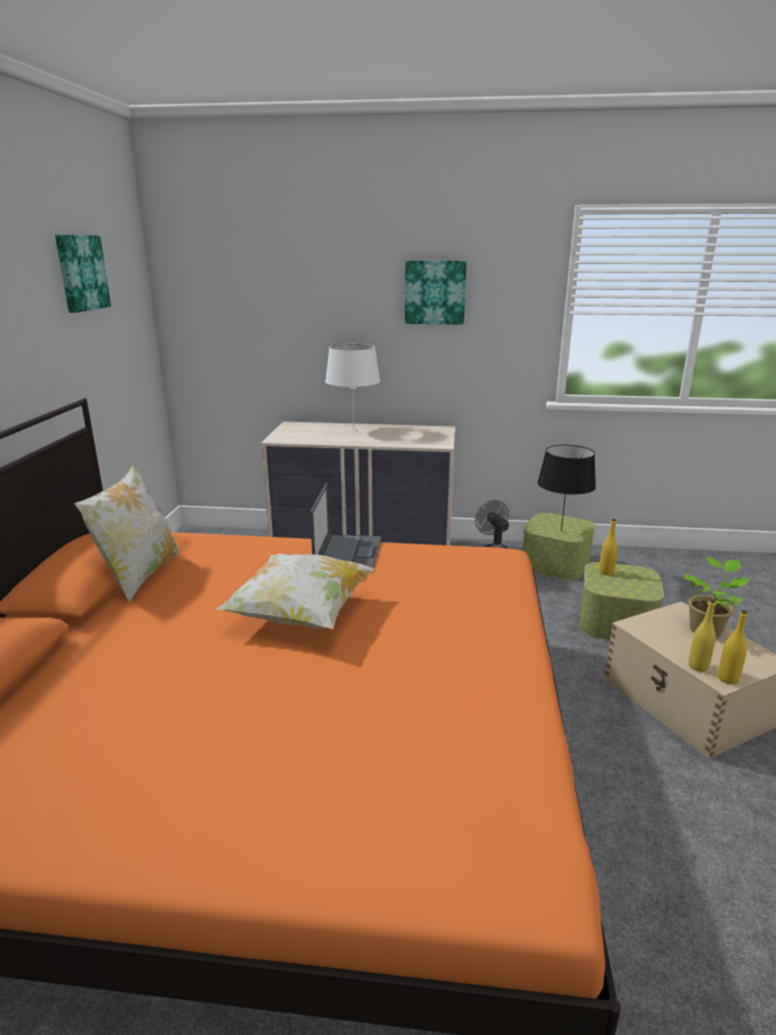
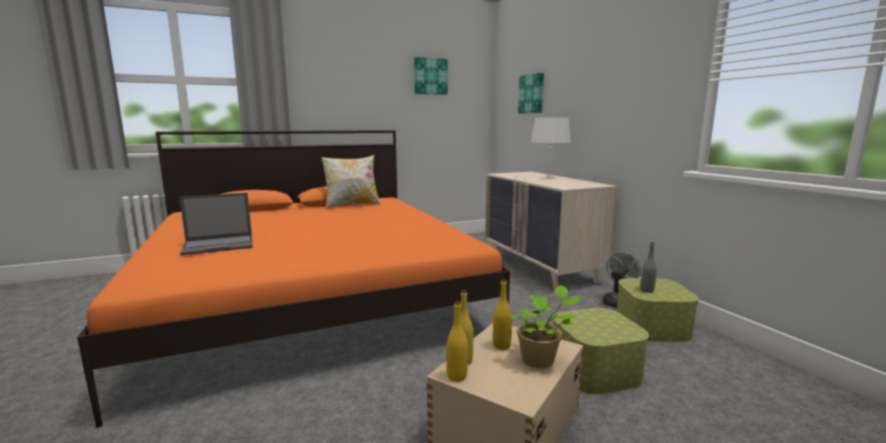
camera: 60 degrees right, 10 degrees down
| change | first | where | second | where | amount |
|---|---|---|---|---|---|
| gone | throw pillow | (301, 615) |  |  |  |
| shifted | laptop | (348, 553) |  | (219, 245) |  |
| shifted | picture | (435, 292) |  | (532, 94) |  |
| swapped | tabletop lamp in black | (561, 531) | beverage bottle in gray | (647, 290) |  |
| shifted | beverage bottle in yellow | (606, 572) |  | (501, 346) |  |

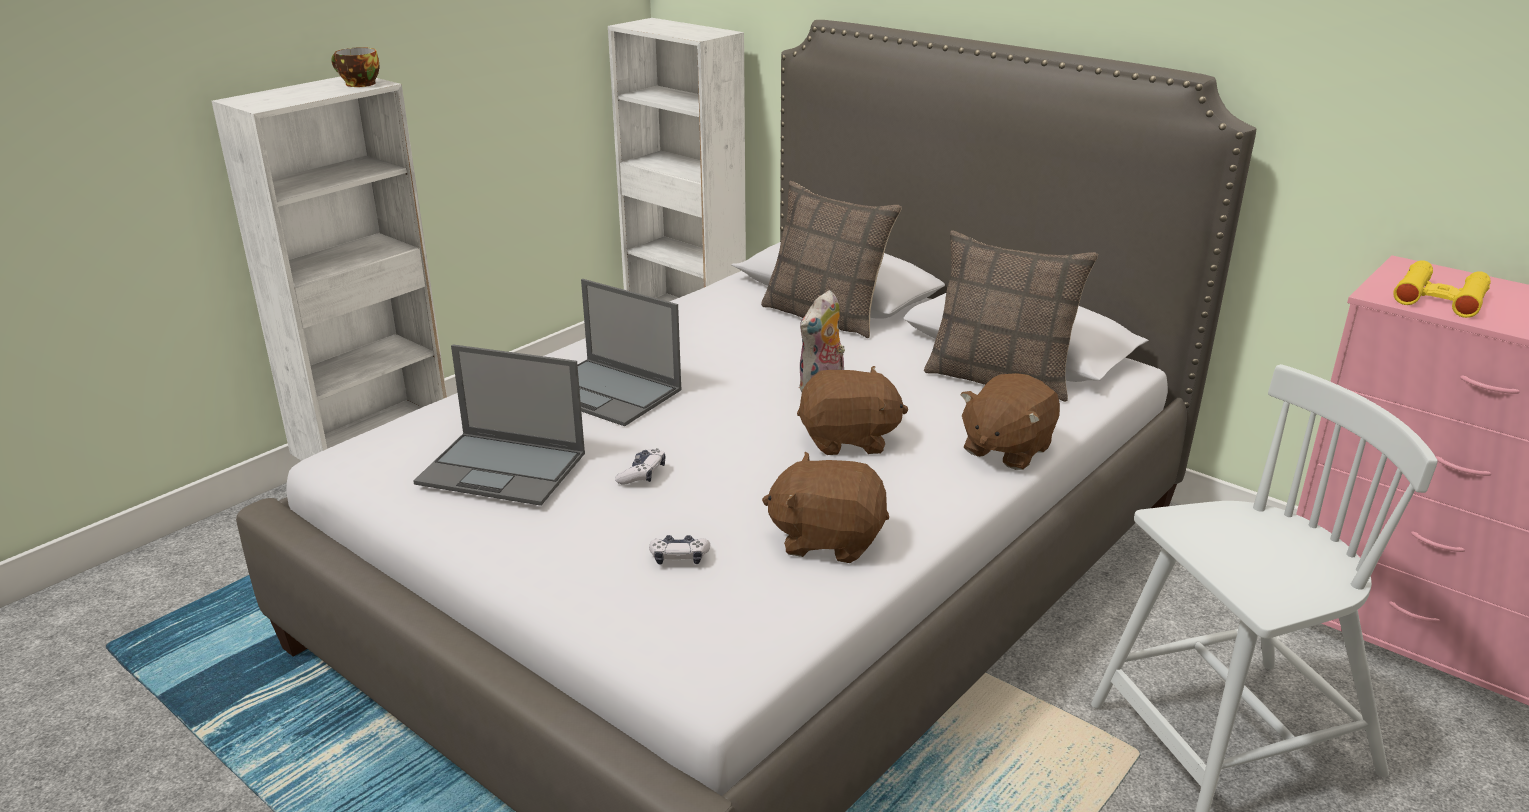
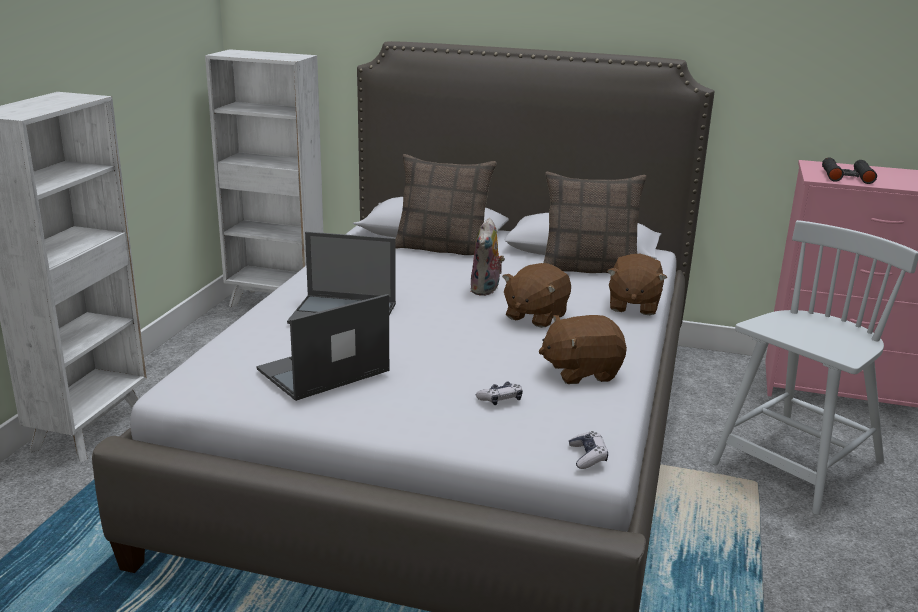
camera: 25 degrees left, 5 degrees down
| change | first | where | second | where | amount |
|---|---|---|---|---|---|
| gone | cup | (358, 84) |  |  |  |
| rotated | laptop | (504, 468) |  | (322, 371) | 150 degrees clockwise |
| shifted | joypad | (642, 474) |  | (588, 456) |  |
| rotated | soft toy in brown | (848, 440) |  | (535, 316) | 150 degrees clockwise |
| repainted | pair of binoculars in yellow | (1439, 298) | pair of binoculars in black | (846, 176) |  |

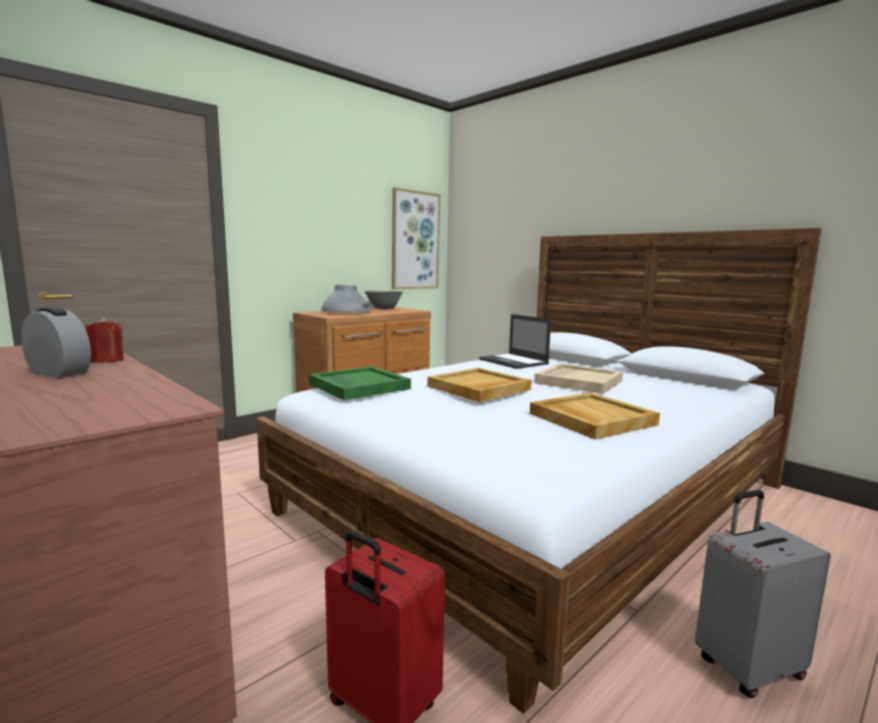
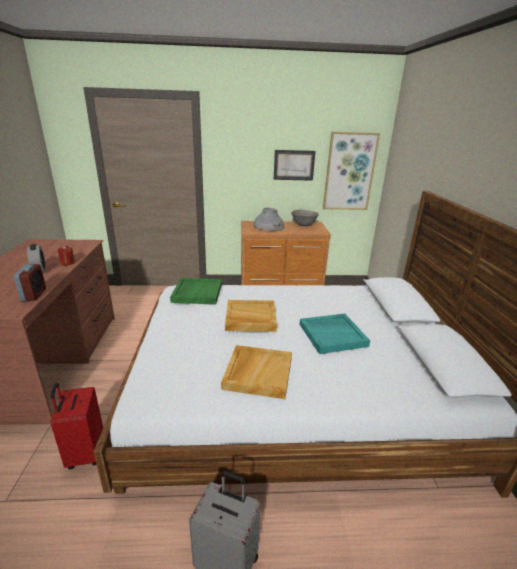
camera: 40 degrees right, 15 degrees up
| change | first | where | second | where | amount |
|---|---|---|---|---|---|
| gone | laptop | (514, 362) |  |  |  |
| repainted | tray in sand-coloured | (578, 381) | tray in turquoise | (333, 334) |  |
| new |  |  | bedside clock | (34, 295) |  |
| new |  |  | picture | (294, 165) |  |

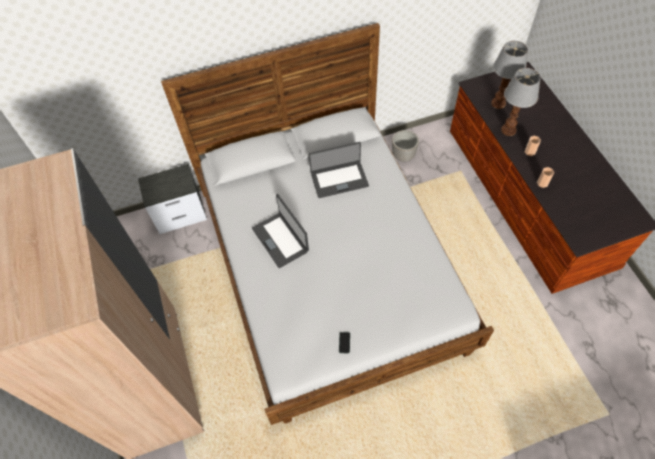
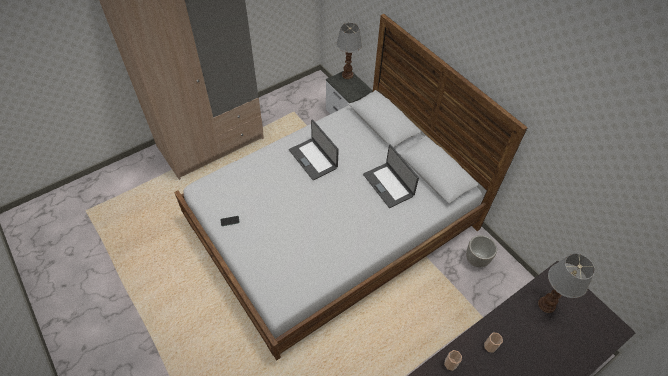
camera: 70 degrees right, 5 degrees down
| change | first | where | second | where | amount |
|---|---|---|---|---|---|
| rotated | laptop | (281, 239) |  | (313, 159) | 75 degrees counterclockwise |
| shifted | tabletop lamp | (509, 130) |  | (347, 75) |  |

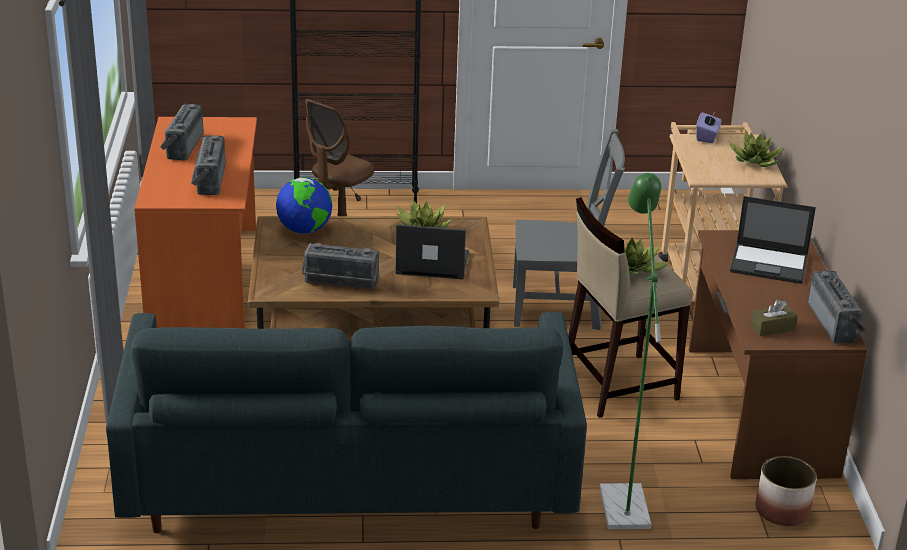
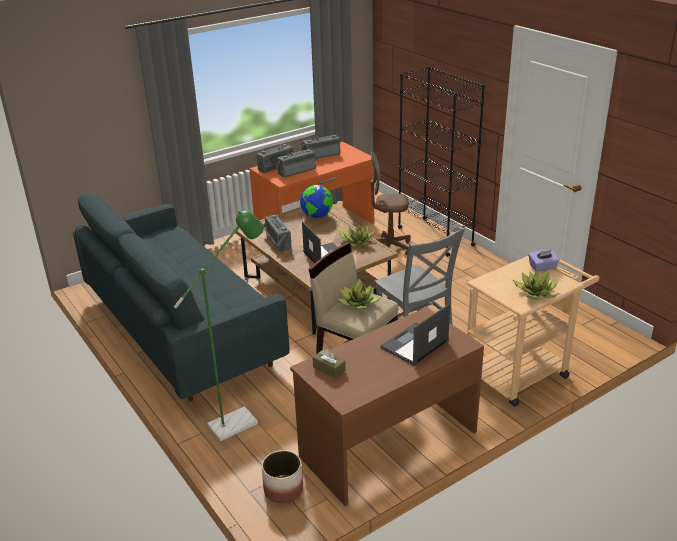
camera: 60 degrees right, 0 degrees up
| change | first | where | second | where | amount |
|---|---|---|---|---|---|
| rotated | laptop | (770, 264) |  | (414, 345) | 60 degrees clockwise |
| shifted | radio set | (835, 323) |  | (277, 167) |  |

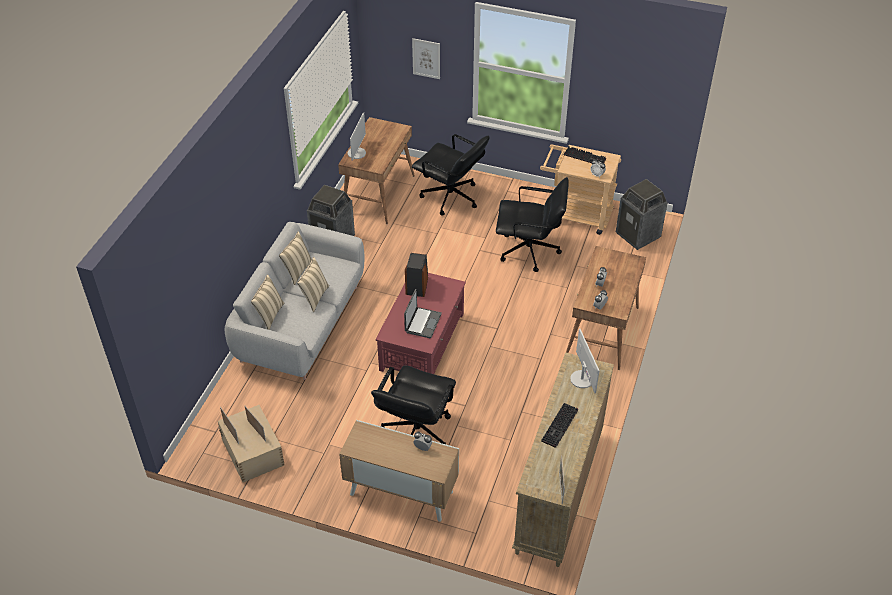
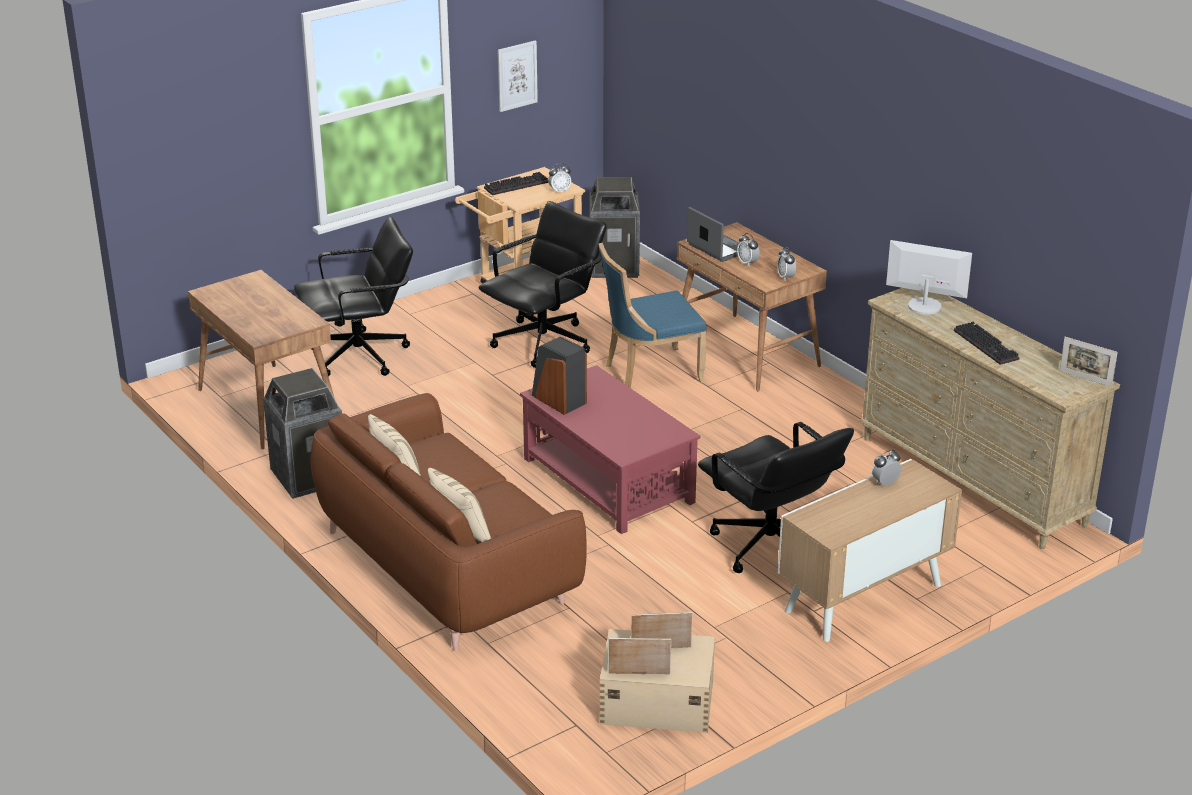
camera: 55 degrees left, 15 degrees down
| change | first | where | second | where | amount |
|---|---|---|---|---|---|
| repainted | sofa in gray | (301, 324) | sofa in brown | (446, 566) |  |
| gone | throw pillow in sand-coloured | (314, 297) |  |  |  |
| gone | monitor | (357, 153) |  |  |  |
| shifted | laptop | (422, 323) |  | (717, 248) |  |
| shifted | picture | (426, 58) |  | (517, 76) |  |
| new |  |  | chair in blue | (649, 372) |  |

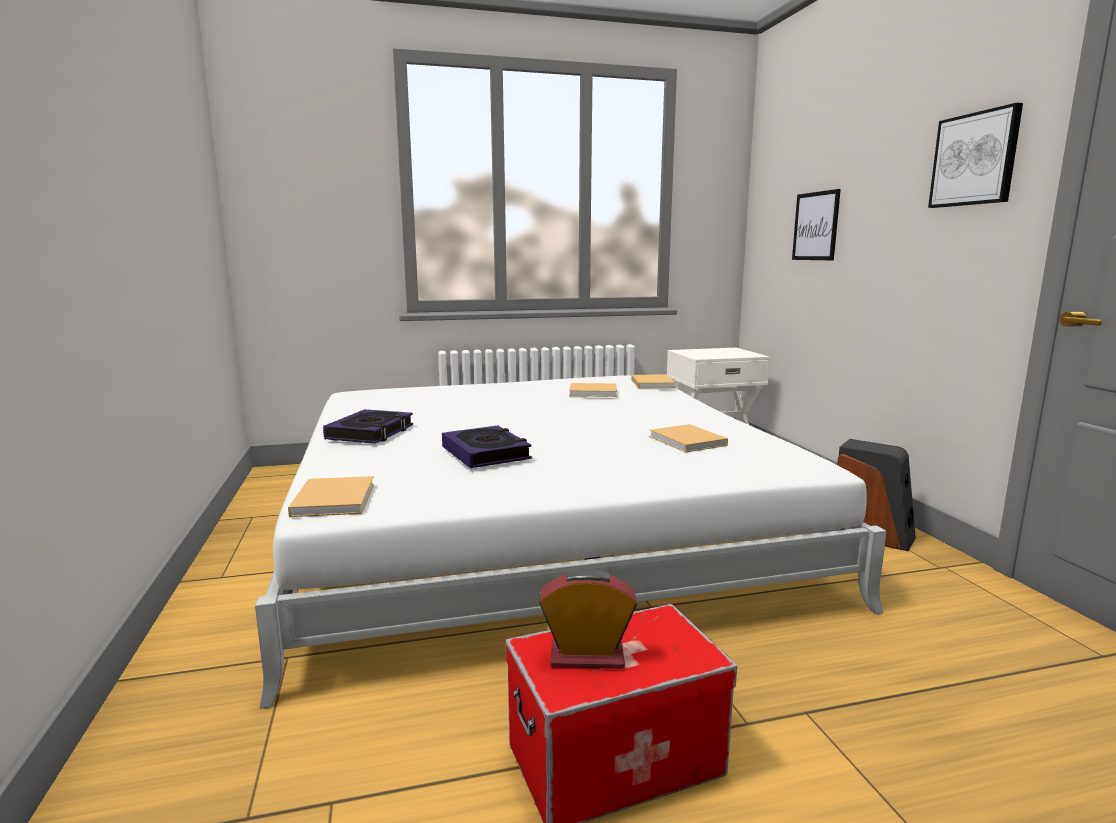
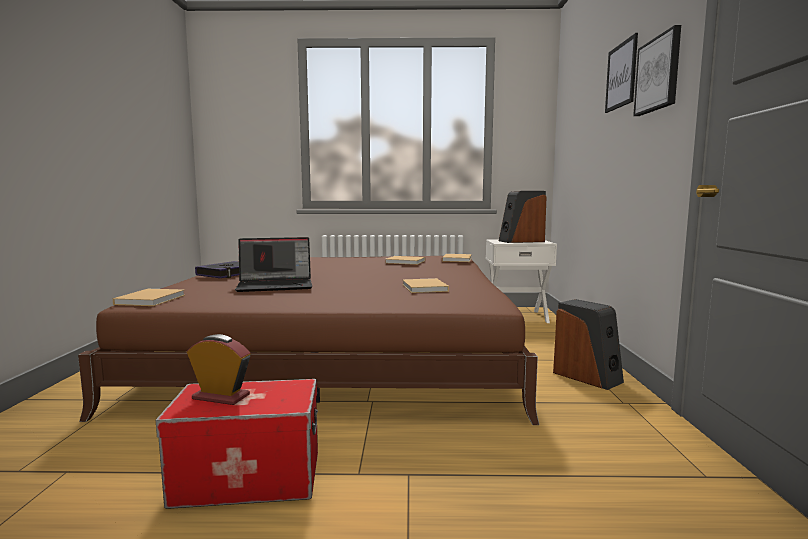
camera: 15 degrees right, 5 degrees down
| change | first | where | second | where | amount |
|---|---|---|---|---|---|
| repainted | sleeping bed in white-coloured | (535, 524) | sleeping bed in brown | (341, 348) |  |
| swapped | volume | (486, 453) | laptop | (276, 285) |  |
| shifted | picture | (815, 226) |  | (621, 75) |  |
| new |  |  | speaker | (521, 241) |  |

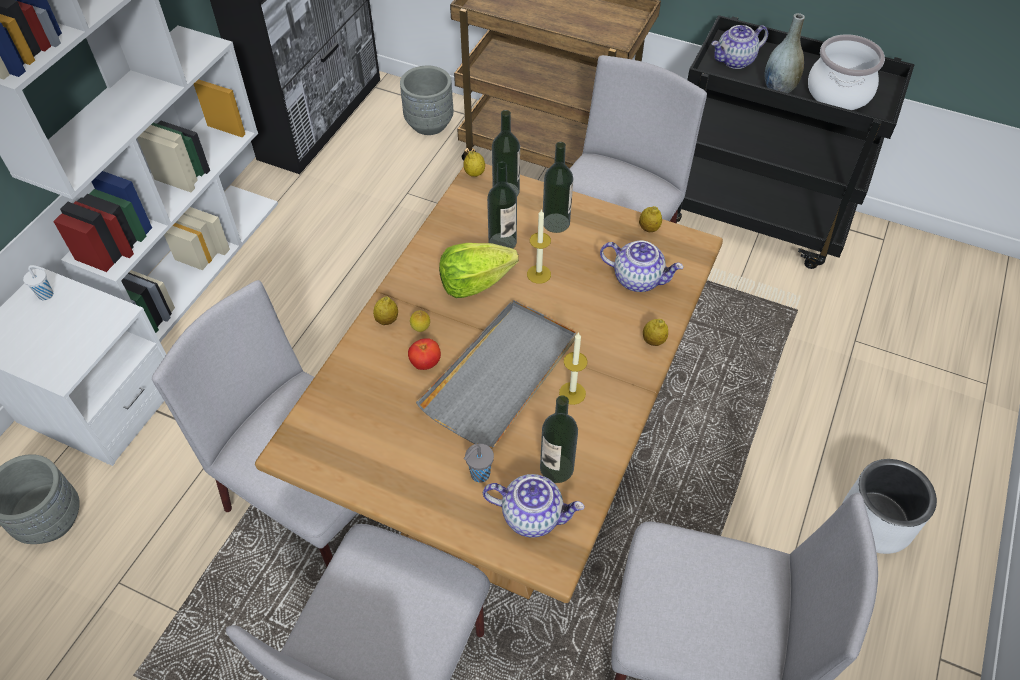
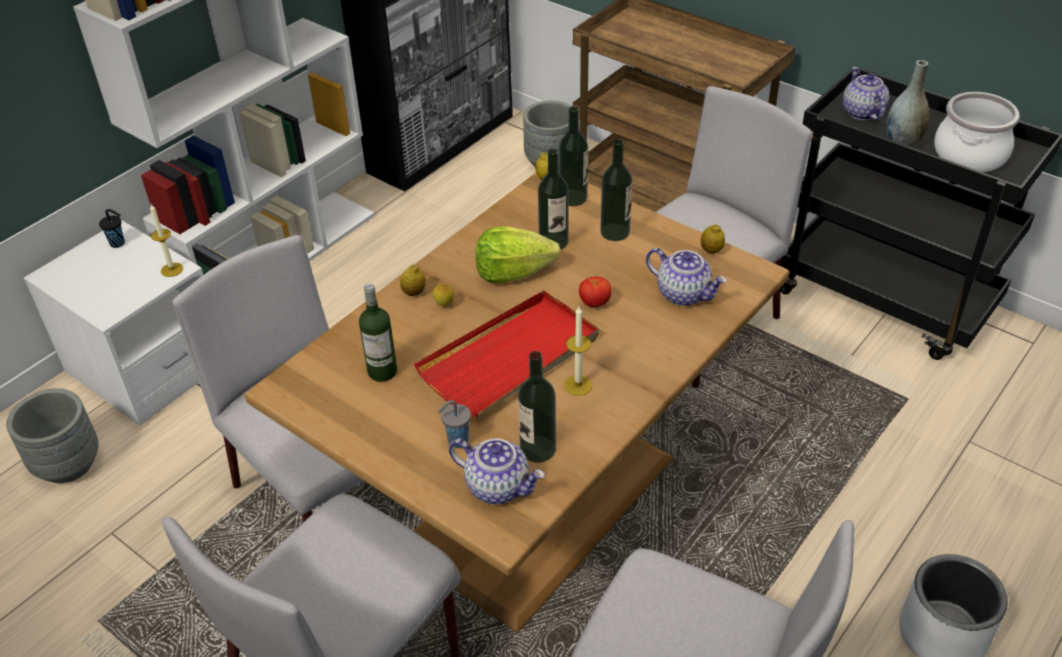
camera: 15 degrees right, 10 degrees down
| change | first | where | second | where | amount |
|---|---|---|---|---|---|
| repainted | cup in white-coloured | (47, 294) | cup in black | (118, 243) |  |
| shifted | tomato | (425, 363) |  | (594, 303) |  |
| repainted | tray in gray | (501, 375) | tray in red-coloured | (511, 358) |  |
| shifted | wax candle | (538, 274) |  | (172, 269) |  |
| gone | citrus fruit | (653, 341) |  |  |  |
| rotated | pot for tea | (735, 61) |  | (861, 112) | 90 degrees clockwise |
| new |  |  | beverage bottle | (382, 371) |  |

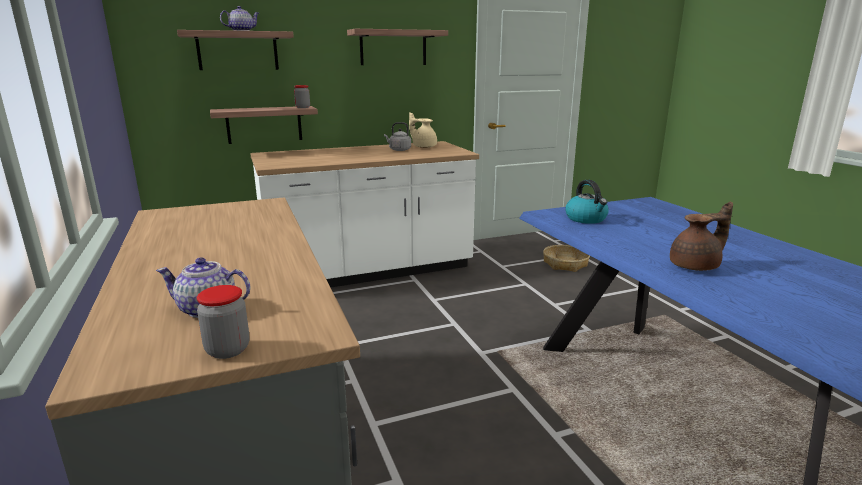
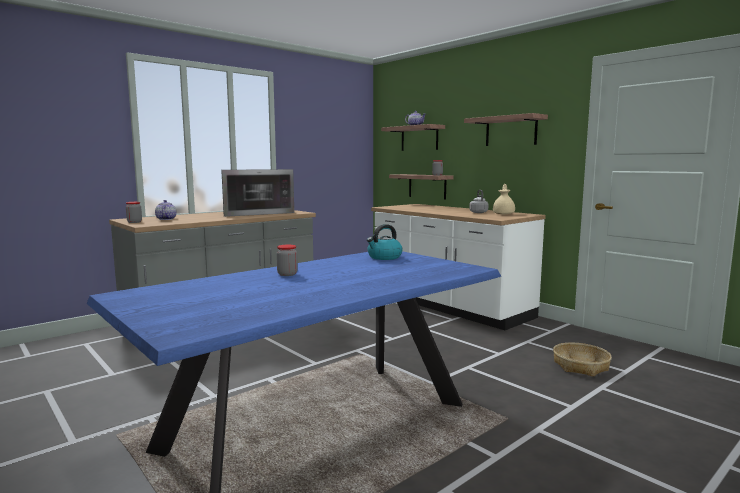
camera: 70 degrees right, 10 degrees down
| change | first | where | second | where | amount |
|---|---|---|---|---|---|
| swapped | pot for tea in brown | (696, 266) | jar | (287, 274) |  |
| new |  |  | microwave | (255, 213) |  |

